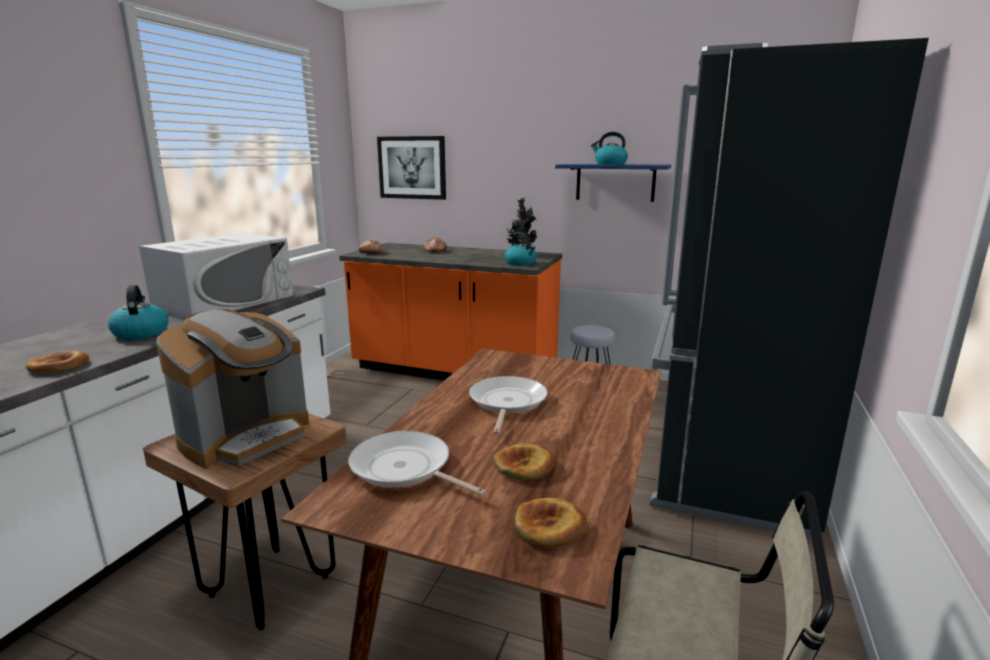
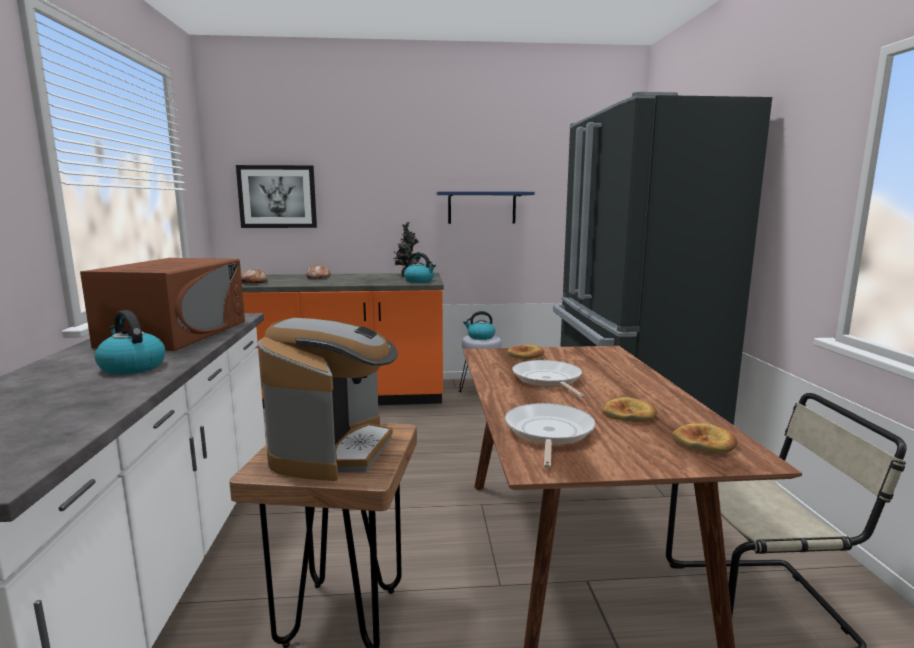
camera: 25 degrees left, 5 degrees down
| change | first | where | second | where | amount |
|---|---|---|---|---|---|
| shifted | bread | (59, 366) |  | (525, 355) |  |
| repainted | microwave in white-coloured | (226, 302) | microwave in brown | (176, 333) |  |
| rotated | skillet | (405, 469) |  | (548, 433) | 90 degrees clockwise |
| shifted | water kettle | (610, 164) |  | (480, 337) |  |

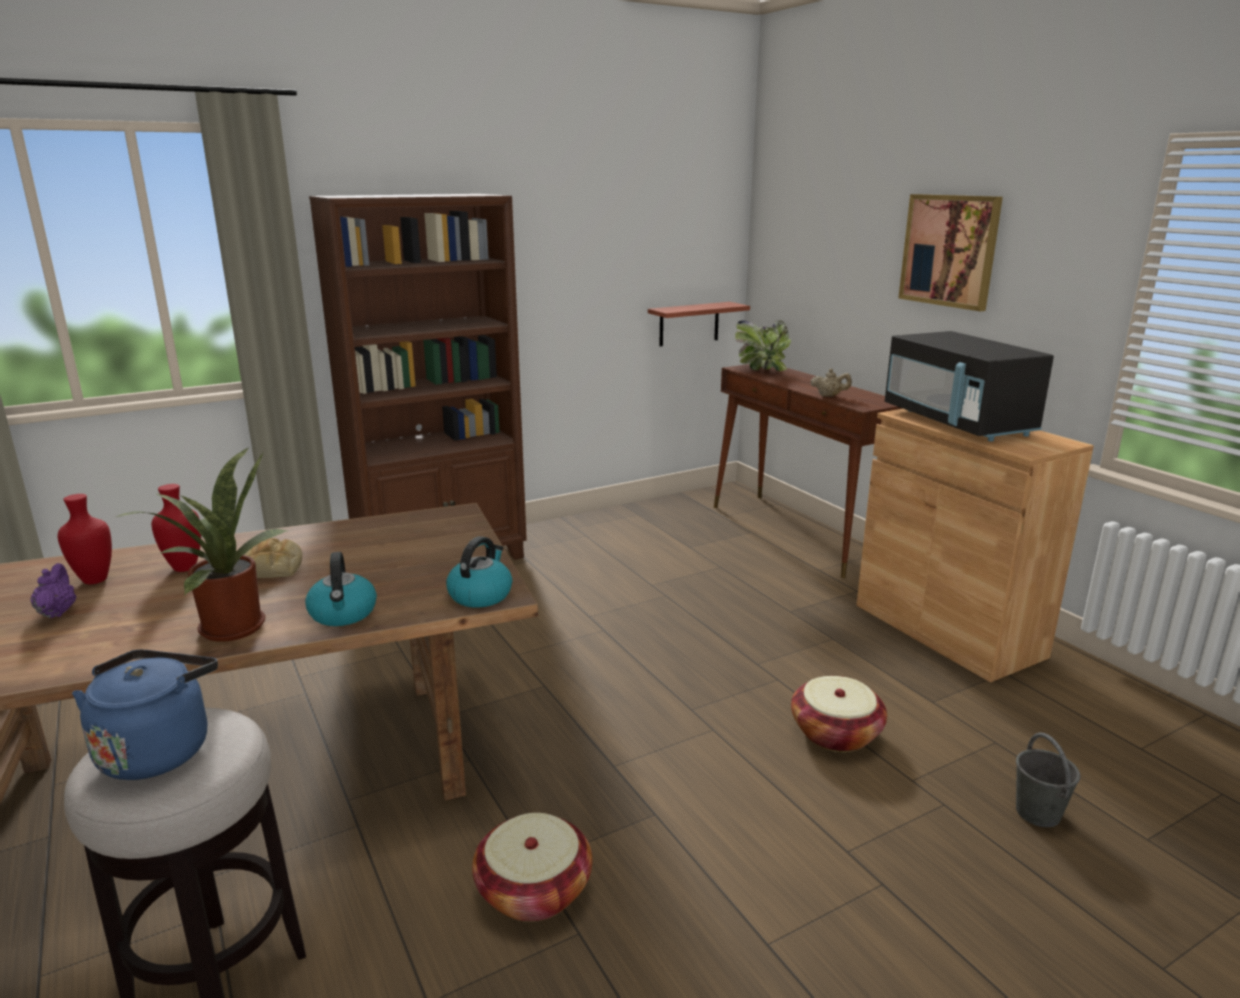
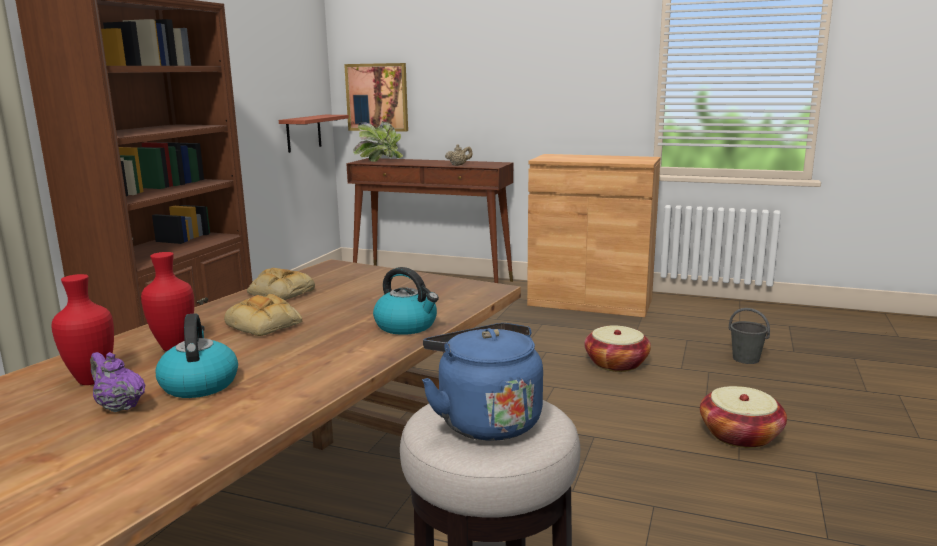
camera: 40 degrees left, 5 degrees down
| change | first | where | second | where | amount |
|---|---|---|---|---|---|
| gone | potted plant | (228, 626) |  |  |  |
| shifted | water kettle | (480, 595) |  | (199, 384) |  |
| shifted | household basket | (534, 890) |  | (740, 435) |  |
| gone | microwave in black | (957, 423) |  |  |  |
| shifted | picture | (949, 250) |  | (377, 97) |  |
| new |  |  | bread | (279, 293) |  |

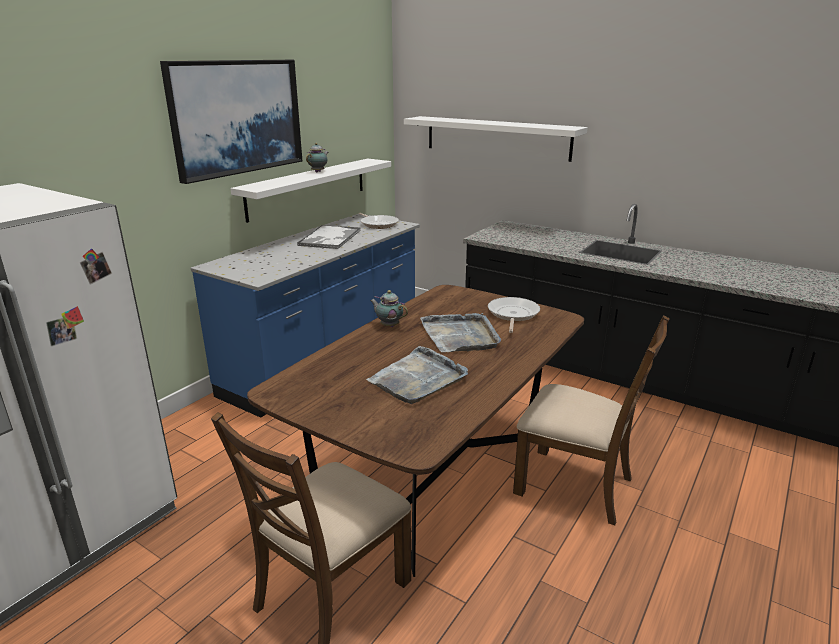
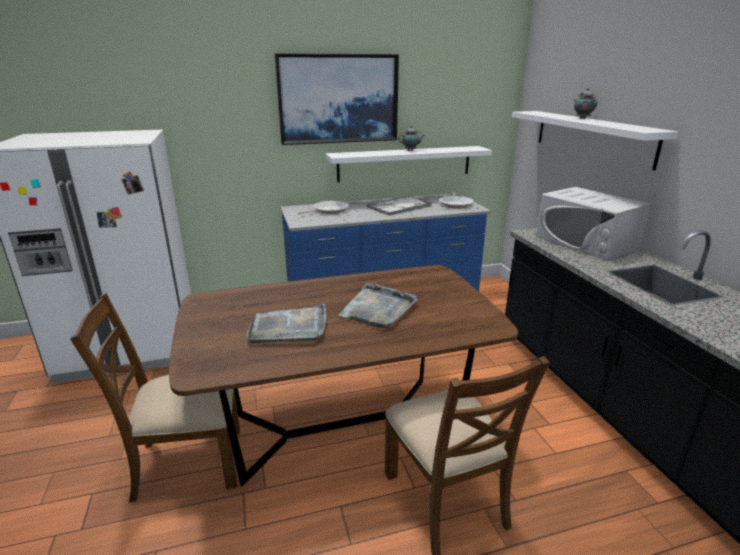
camera: 40 degrees right, 0 degrees up
| change | first | where | second | where | amount |
|---|---|---|---|---|---|
| shifted | pot for tea | (388, 325) |  | (582, 118) |  |
| shifted | skillet | (512, 314) |  | (328, 210) |  |
| new |  |  | microwave in white-coloured | (586, 243) |  |

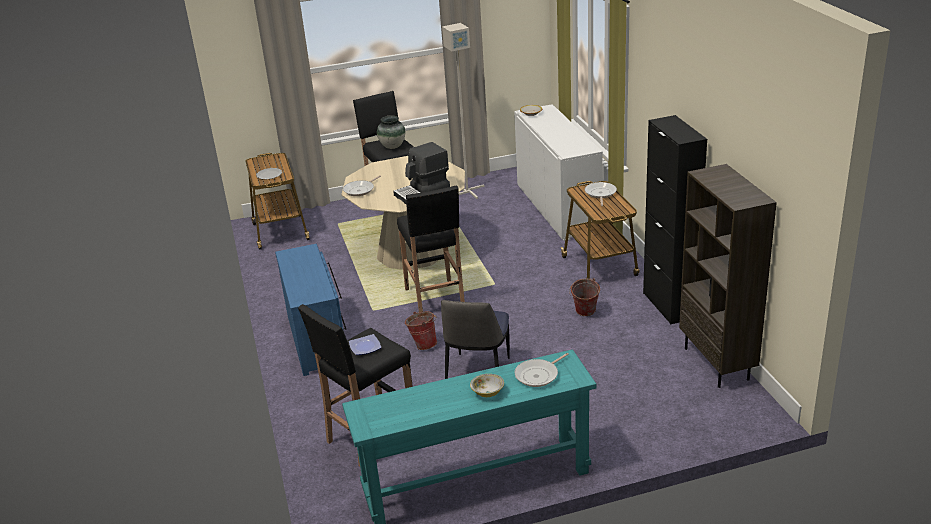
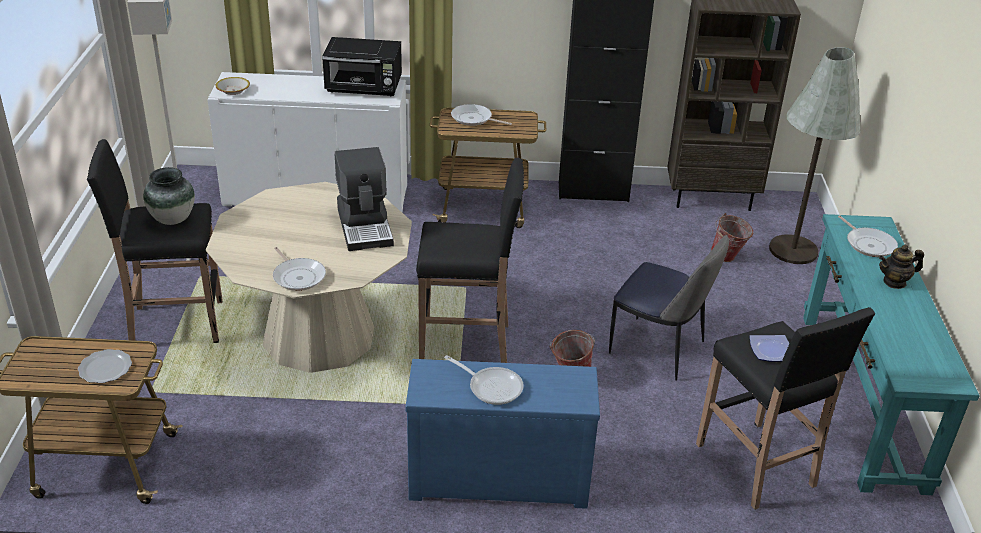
camera: 75 degrees left, 5 degrees up
| change | first | where | second | where | amount |
|---|---|---|---|---|---|
| swapped | serving bowl | (487, 392) | pot for tea | (894, 282) |  |
| shifted | bucket | (584, 313) |  | (728, 258) |  |
| new |  |  | microwave in black | (364, 88) |  |
| new |  |  | skillet | (491, 387) |  |
| new |  |  | floor lamp in gray | (793, 250) |  |

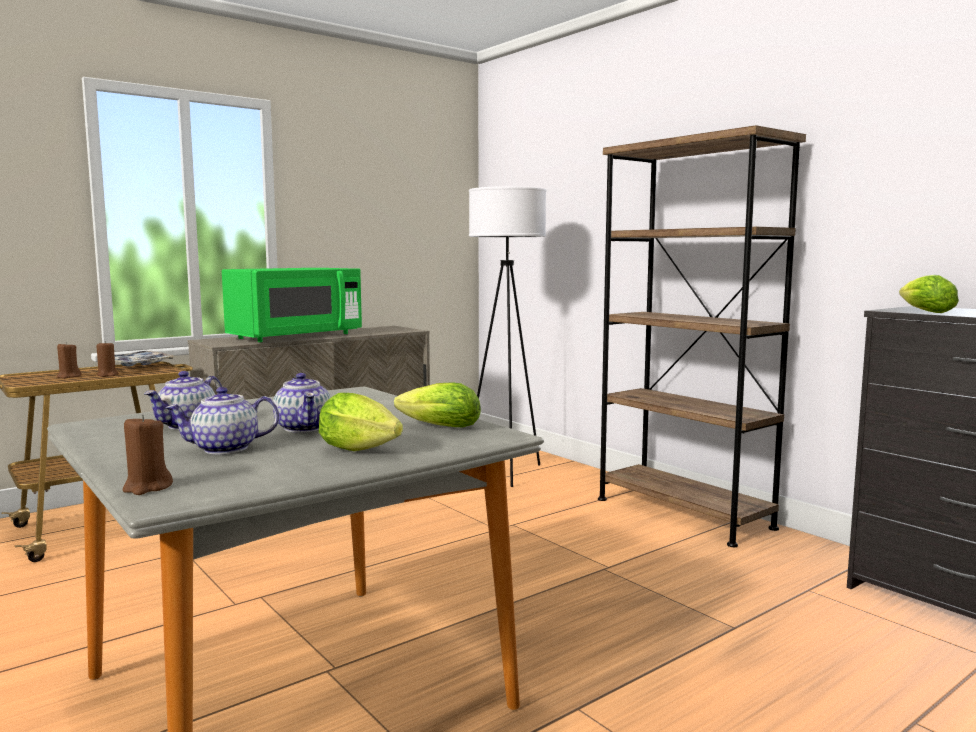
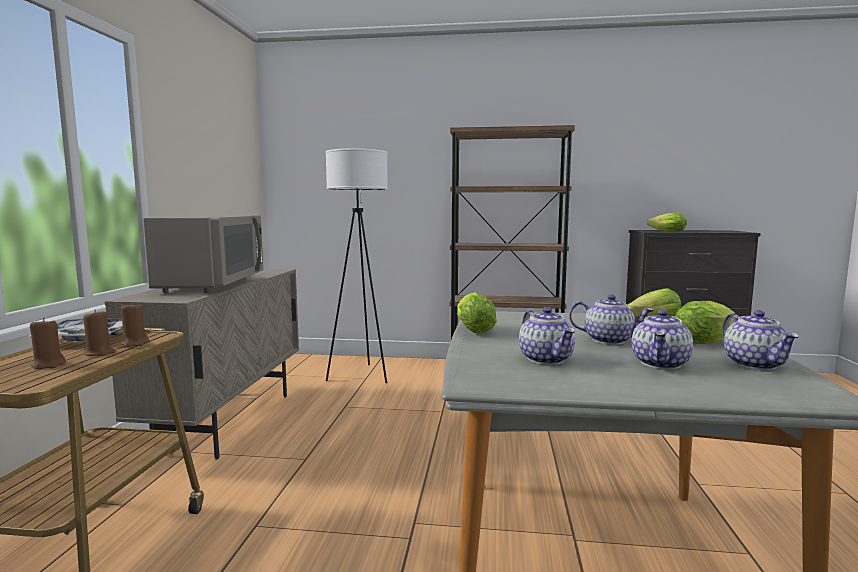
camera: 45 degrees left, 0 degrees up
| change | first | where | second | where | amount |
|---|---|---|---|---|---|
| shifted | wax candle in brown | (147, 487) |  | (135, 343) |  |
| repainted | microwave in greenish | (295, 336) | microwave in gray | (213, 285) |  |
| new |  |  | lettuce head | (473, 330) |  |
| new |  |  | pot for tea | (755, 364) |  |

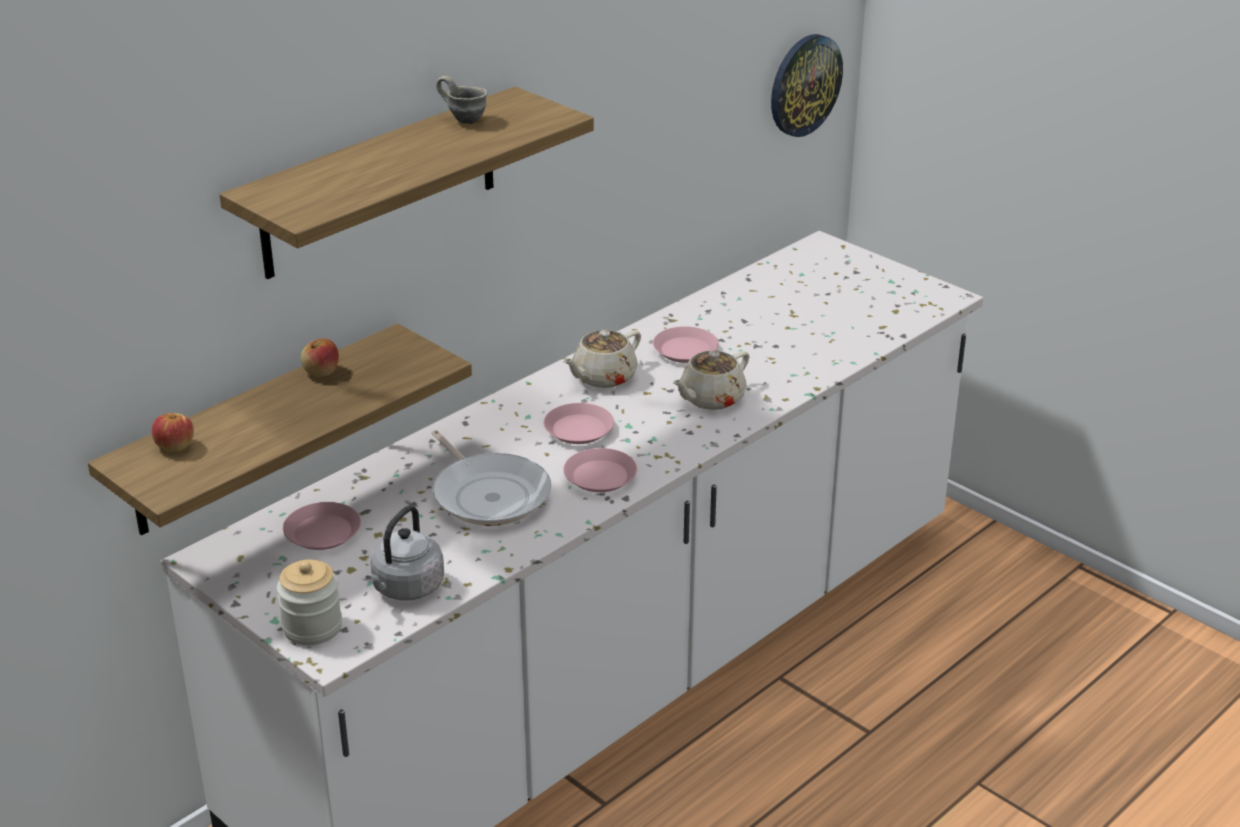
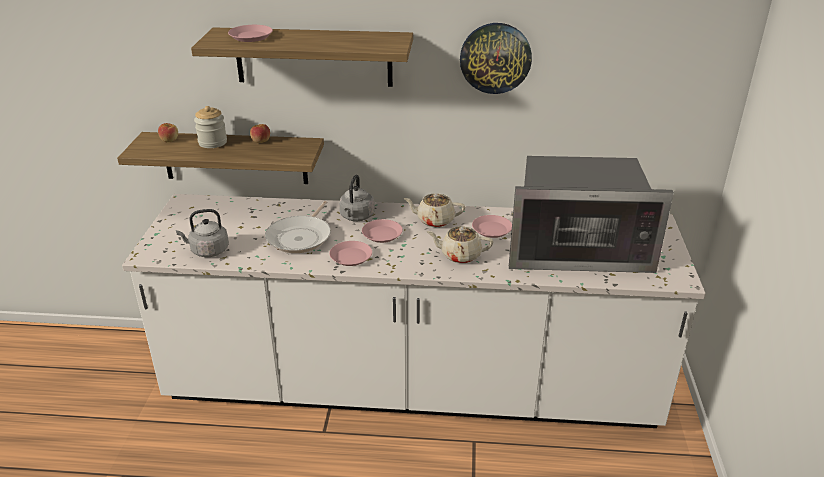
camera: 50 degrees right, 0 degrees up
| change | first | where | second | where | amount |
|---|---|---|---|---|---|
| shifted | jar | (312, 627) |  | (212, 142) |  |
| shifted | flat dish in pink | (323, 532) |  | (251, 37) |  |
| gone | mug in gray | (465, 119) |  |  |  |
| shifted | wall clock | (804, 85) |  | (495, 58) |  |
| new |  |  | water kettle in gray | (356, 217) |  |
| new |  |  | microwave | (577, 250) |  |

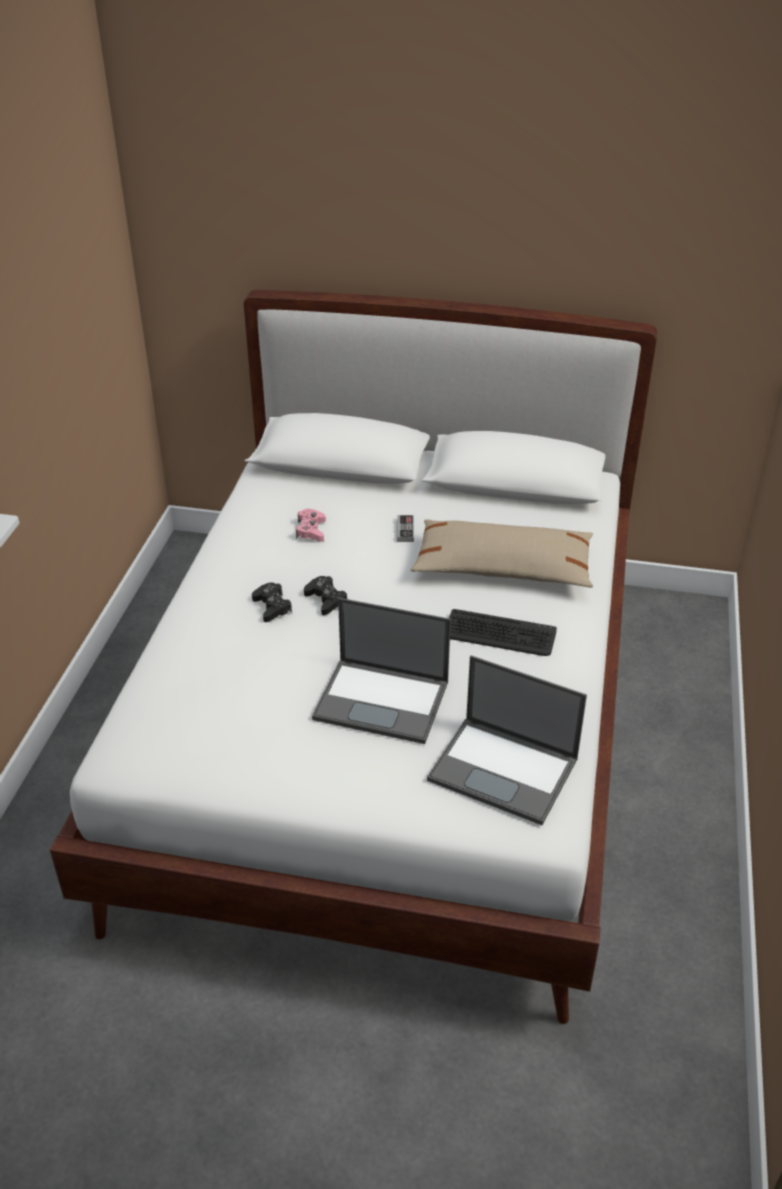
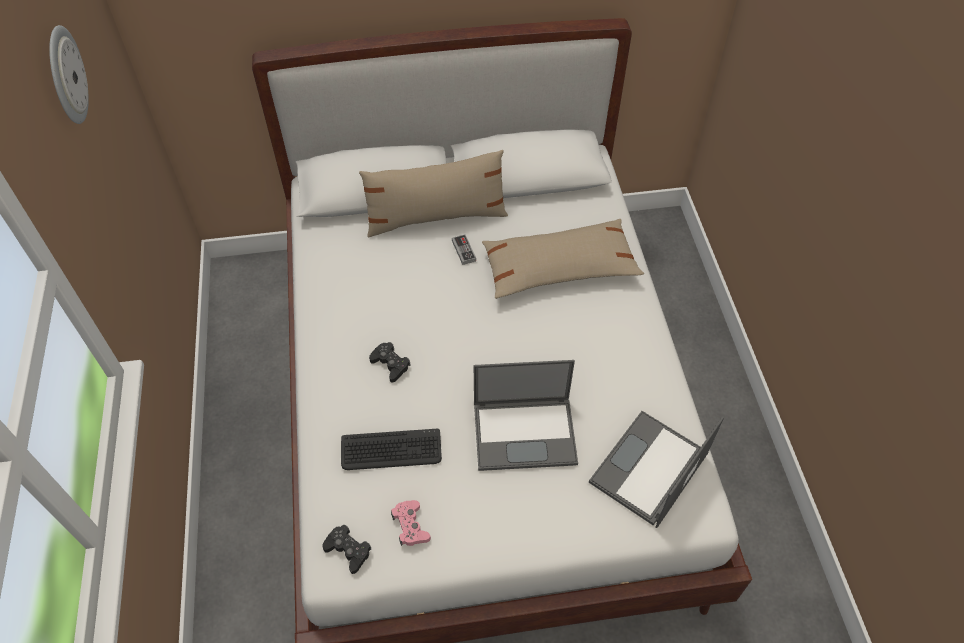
camera: 20 degrees left, 15 degrees up
| change | first | where | second | where | amount |
|---|---|---|---|---|---|
| shifted | joypad in pink | (311, 530) |  | (410, 526) |  |
| shifted | joypad in black | (326, 600) |  | (348, 550) |  |
| rotated | laptop | (505, 770) |  | (648, 469) | 120 degrees clockwise |
| shifted | computer keyboard | (500, 634) |  | (391, 450) |  |
| new |  |  | wall clock | (65, 75) |  |
| new |  |  | throw pillow in sand-coloured | (436, 217) |  |

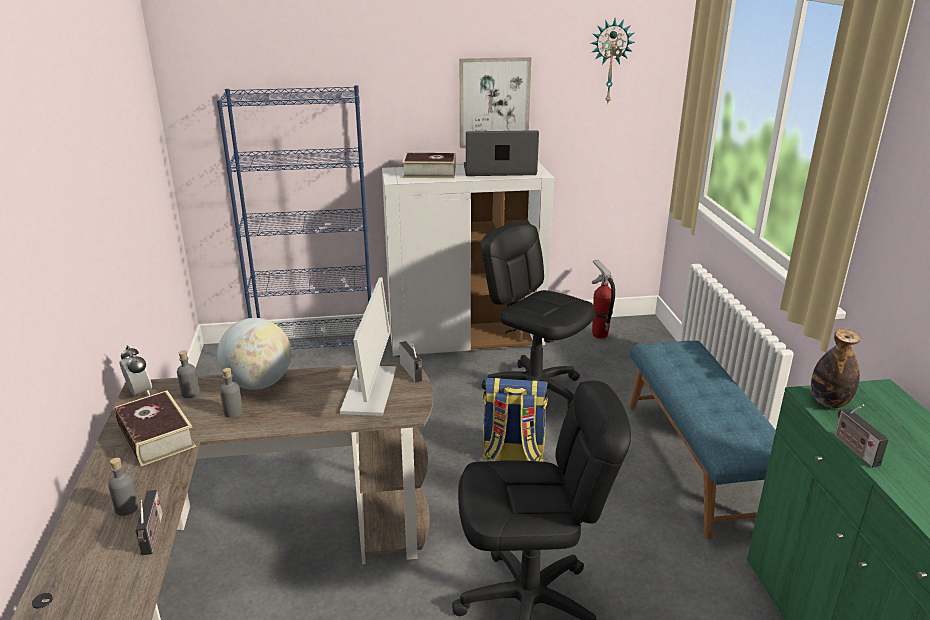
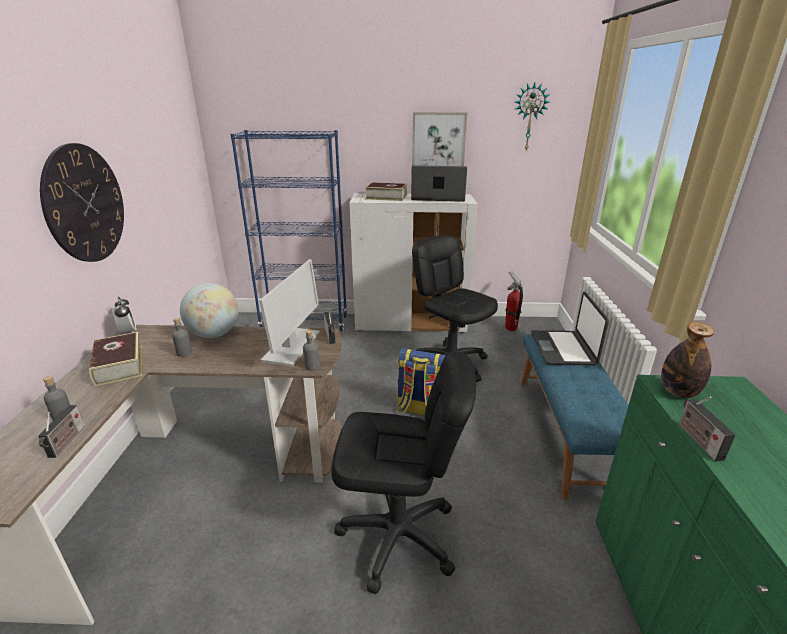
camera: 10 degrees right, 0 degrees up
| change | first | where | second | where | amount |
|---|---|---|---|---|---|
| shifted | beverage bottle in gray | (190, 393) |  | (312, 366) |  |
| new |  |  | wall clock | (85, 204) |  |
| new |  |  | laptop | (563, 349) |  |

